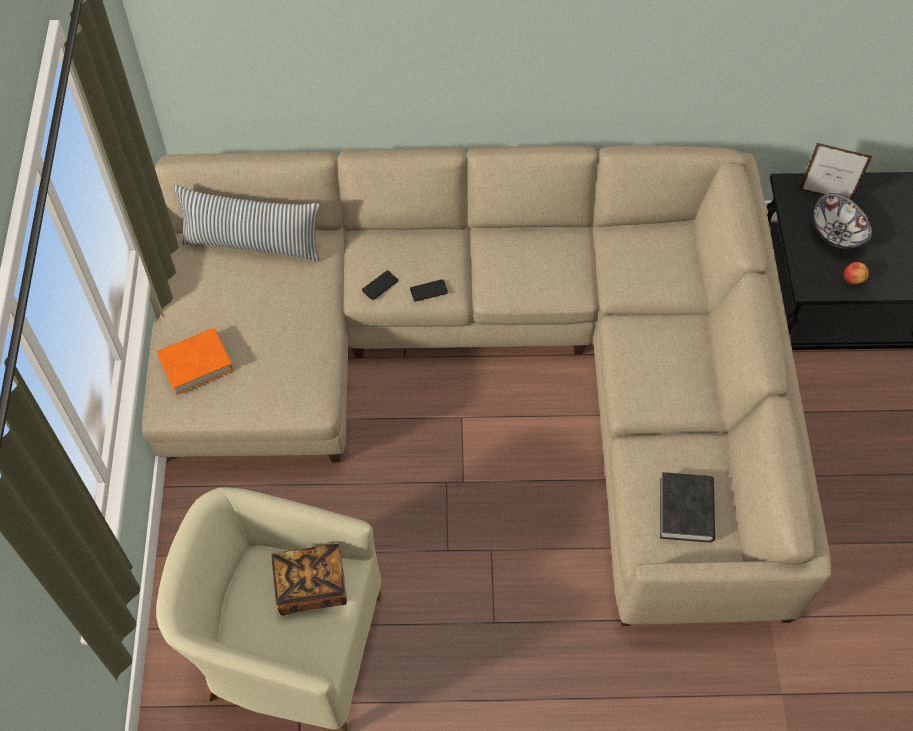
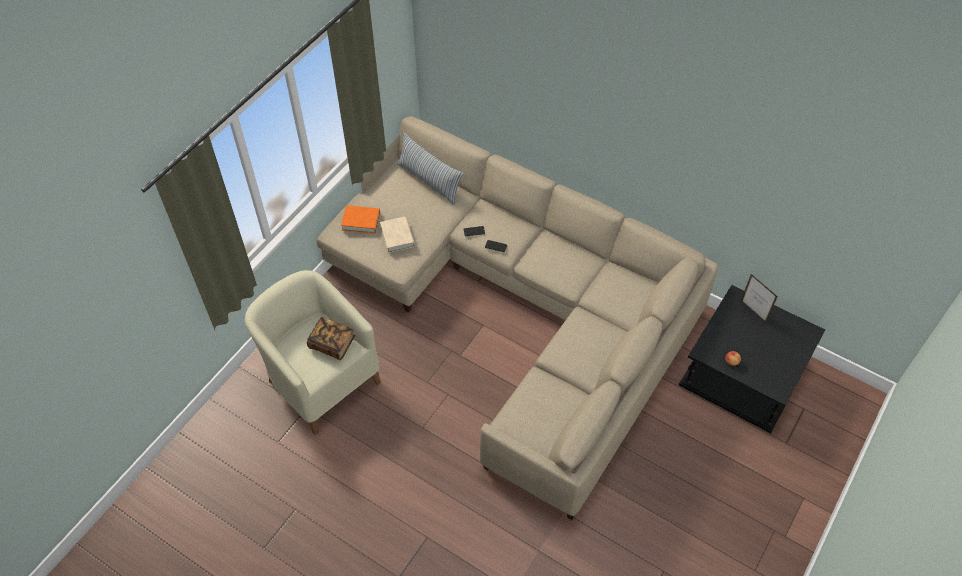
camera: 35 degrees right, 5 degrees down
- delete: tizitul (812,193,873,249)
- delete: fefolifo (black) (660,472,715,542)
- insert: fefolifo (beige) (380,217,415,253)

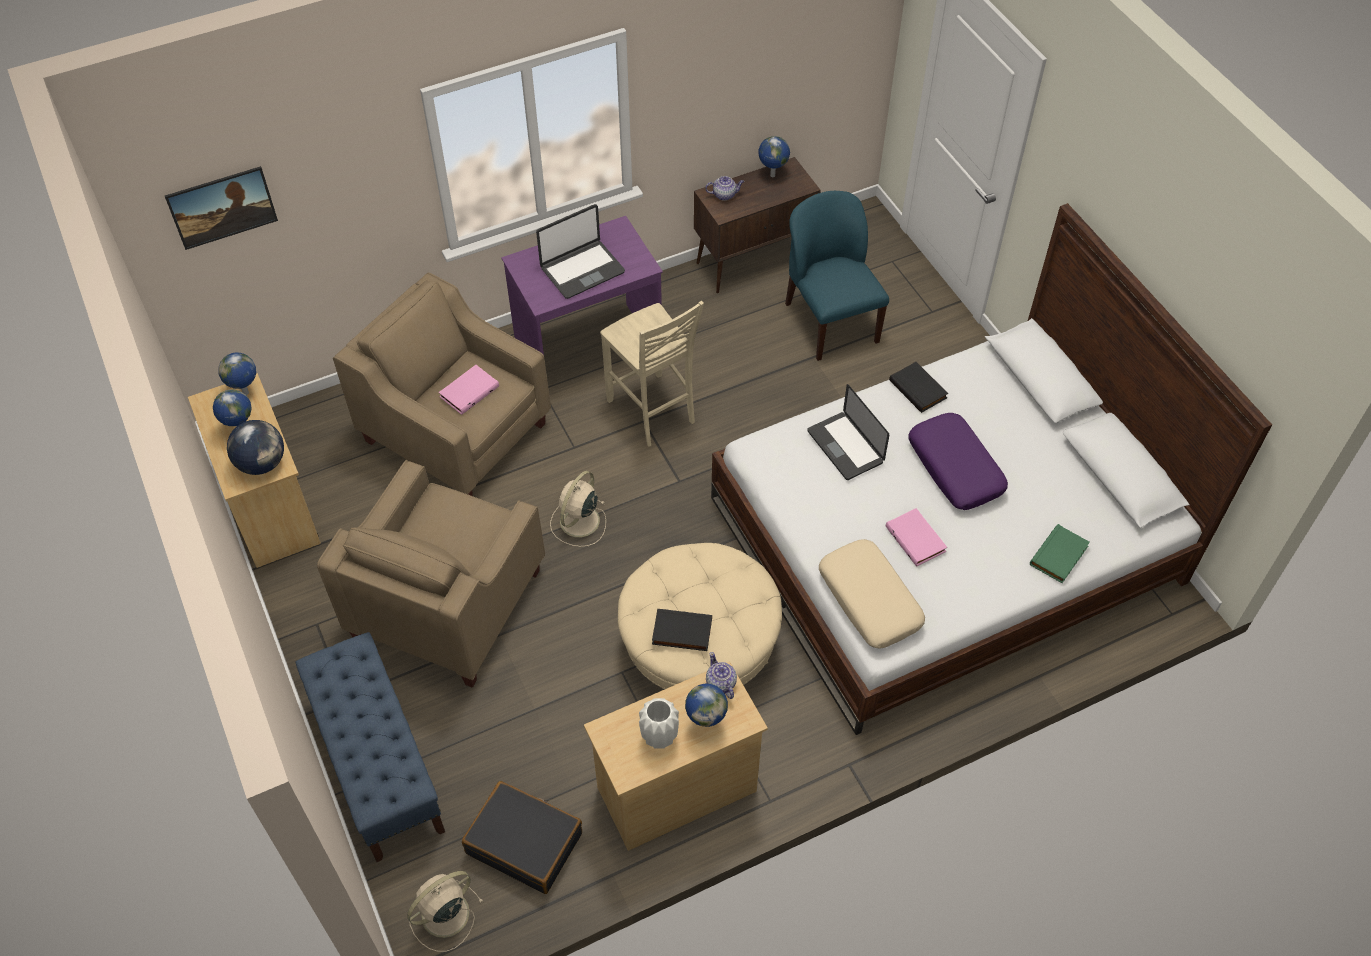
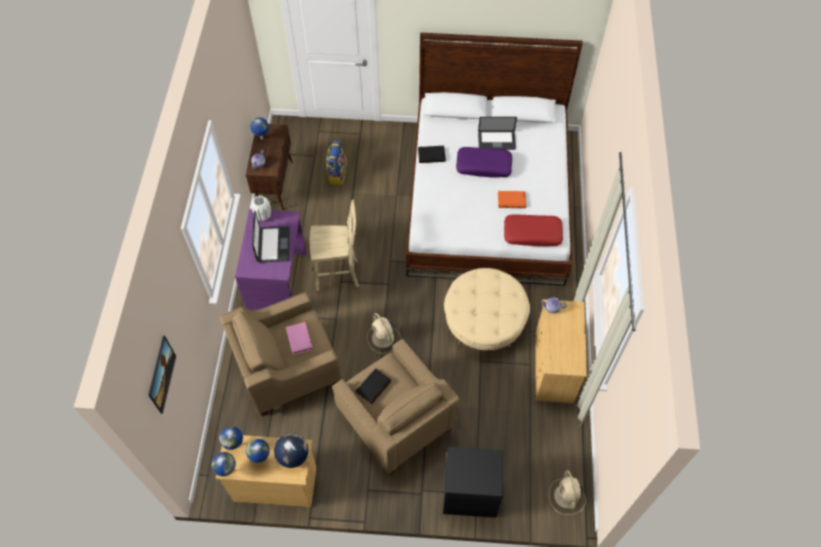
camera: 60 degrees left, 5 degrees up
- replace: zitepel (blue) (785,191,889,361) to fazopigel (326,141,347,185)
- move: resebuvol (808,384,889,480) to (478,117,517,150)
- recolor: fefolifo (pink) (886,508,947,567) to fefolifo (orange) (498,191,526,208)
- delete: fefolifo (green) (1030,524,1090,583)
- recolor: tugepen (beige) (819,539,925,649) to tugepen (red) (504,215,563,246)
- move: fefolifo (black) (652,609,712,651) to (356,368,391,404)
- replace: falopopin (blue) (296,632,445,862) to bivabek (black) (443,447,504,518)
- move: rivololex (685,684,728,727) to (211,452,236,476)
- move: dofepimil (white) (639,698,679,749) to (251,196,271,221)
- delete: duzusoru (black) (462,781,582,894)

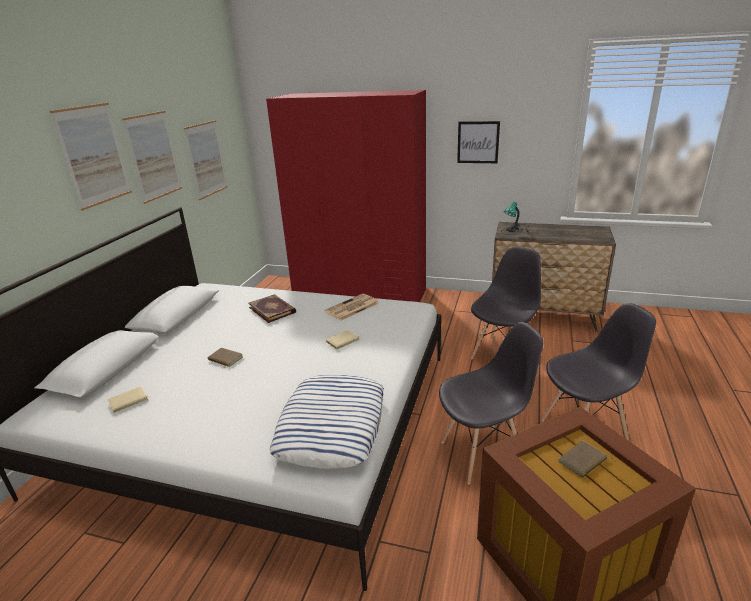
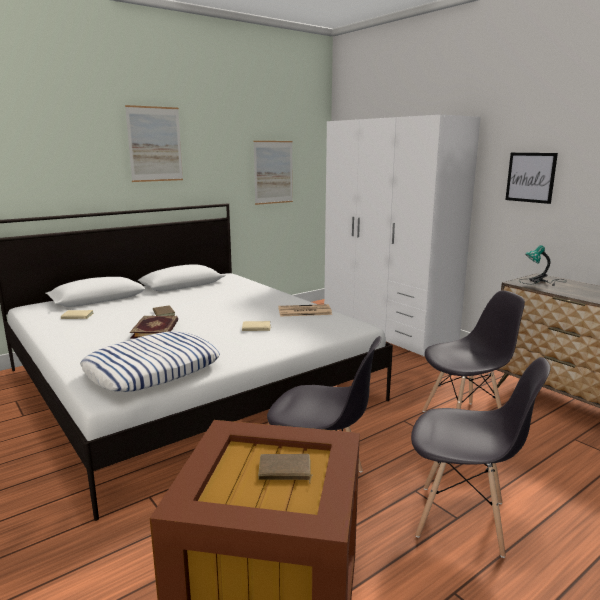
camera: 35 degrees right, 10 degrees down
- recolor: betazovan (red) (266,90,426,302) to betazovan (white) (324,115,481,357)
- delete: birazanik (122,111,182,204)
- move: fefolifo (248,294,296,323) to (130,316,178,339)

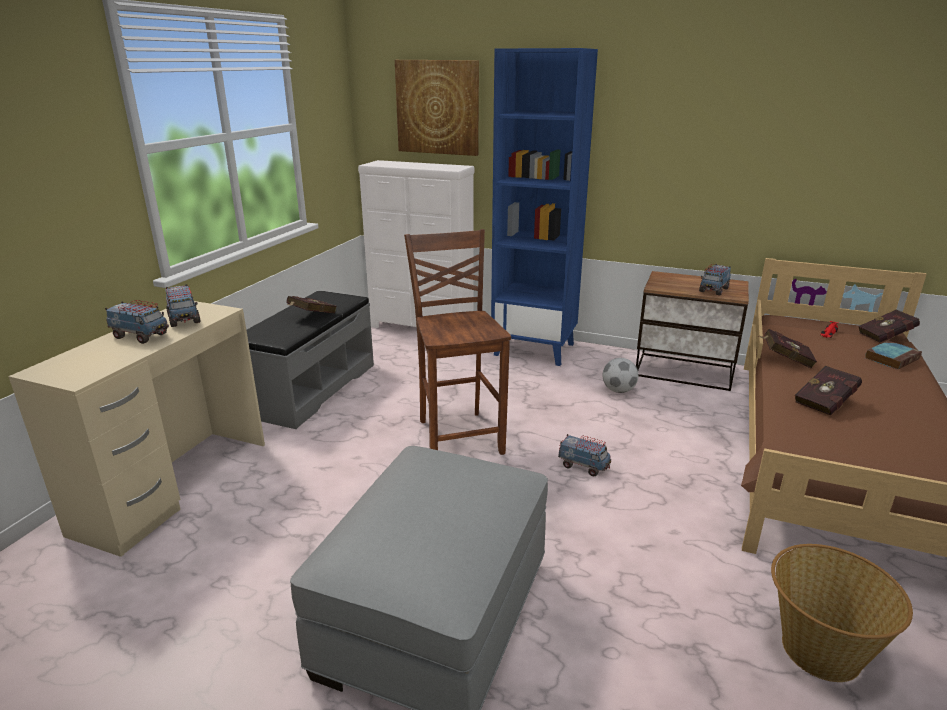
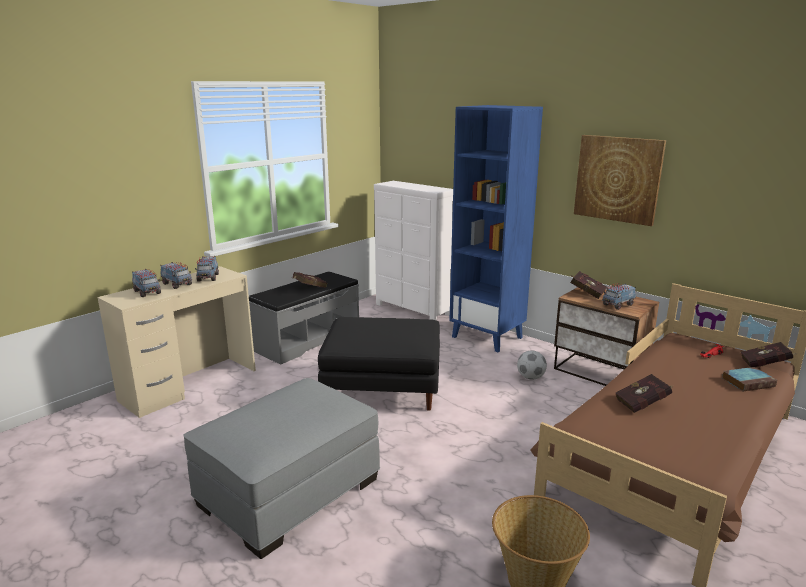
camera: 20 degrees right, 5 degrees down
- move: birazanik (395,60,479,156) to (574,135,666,226)
- replace: zitepel (brown) (404,229,511,455) to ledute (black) (318,317,440,411)
- move: fefolifo (red) (759,329,817,369) to (570,271,607,299)
- move: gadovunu (558,434,611,476) to (132,269,161,297)

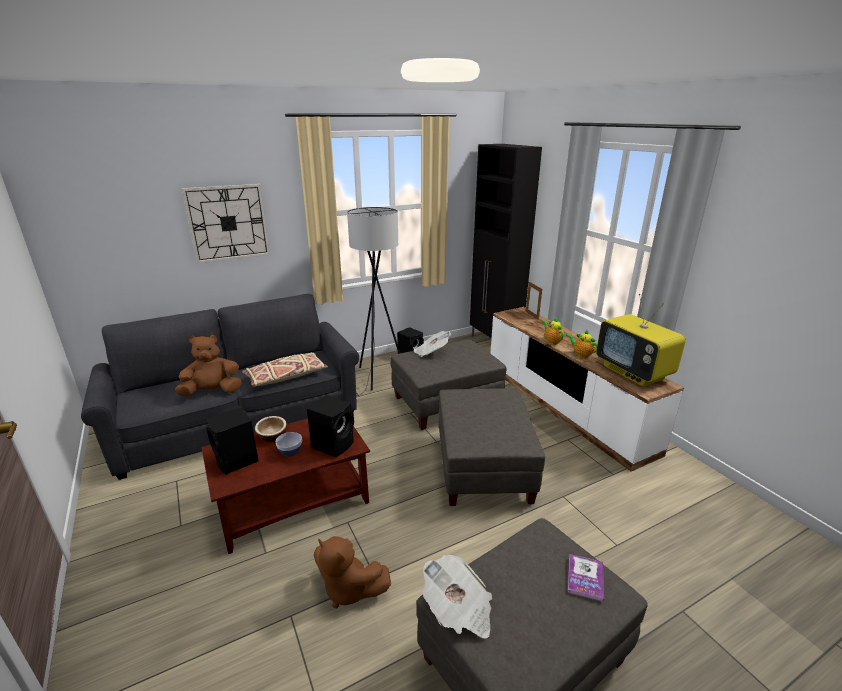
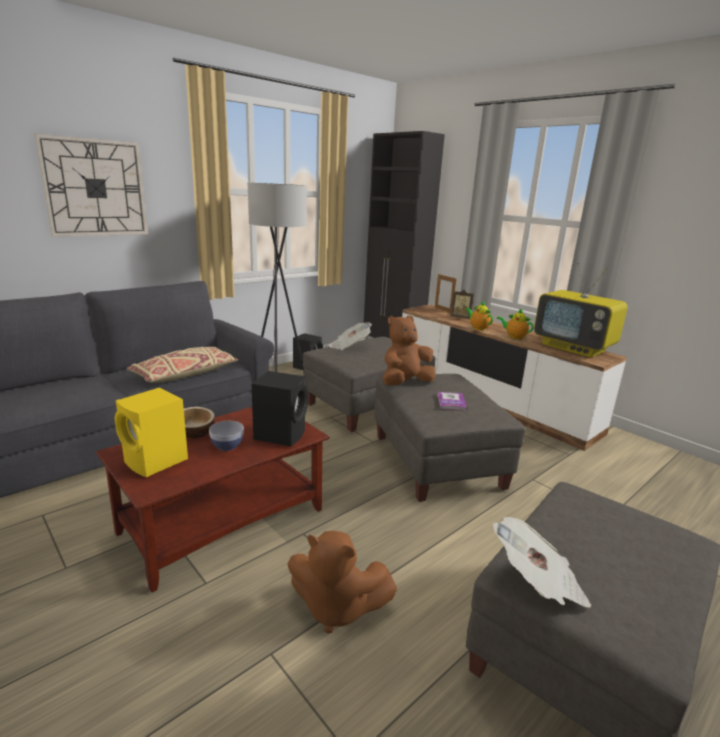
camera: 15 degrees left, 5 degrees down
- move: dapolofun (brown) (175,335,242,396) to (383,315,436,385)
- recolor: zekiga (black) (207,408,259,475) to zekiga (yellow) (115,387,188,477)
- move: fefolifo (568,554,604,602) to (438,392,467,411)
- insert: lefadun (450,290,474,319)

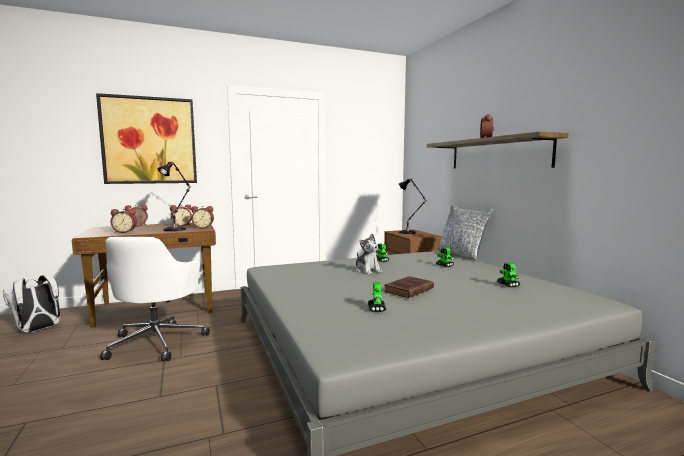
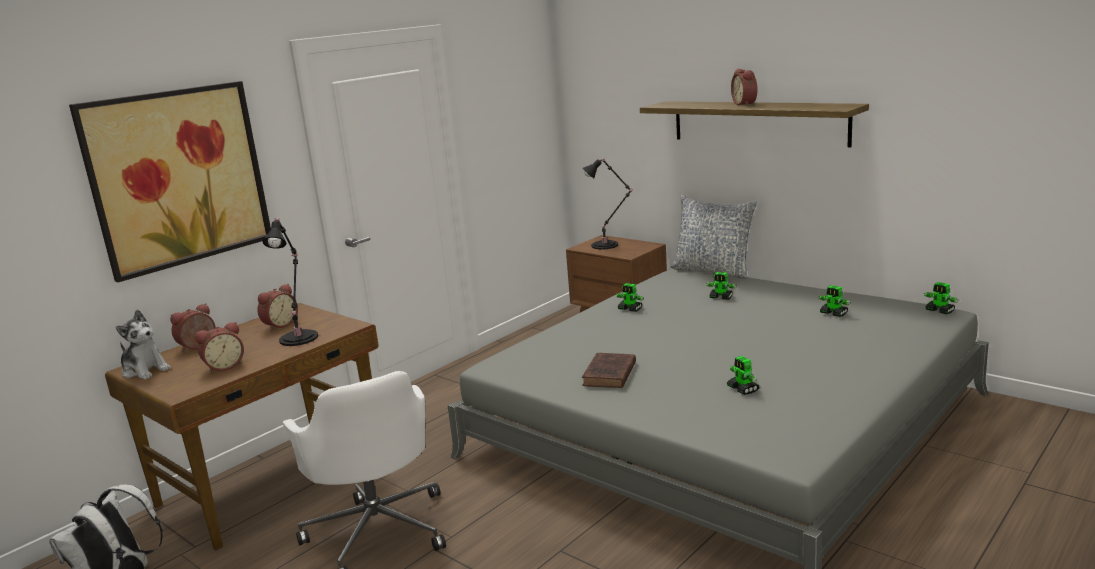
camera: 25 degrees left, 10 degrees up
- delete: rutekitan (191,206,214,228)
- move: dapolofun (355,234,382,275) to (116,310,171,380)
- move: fefolifo (brown) (384,276,434,298) to (582,353,636,388)
- insert: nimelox (924,282,959,314)

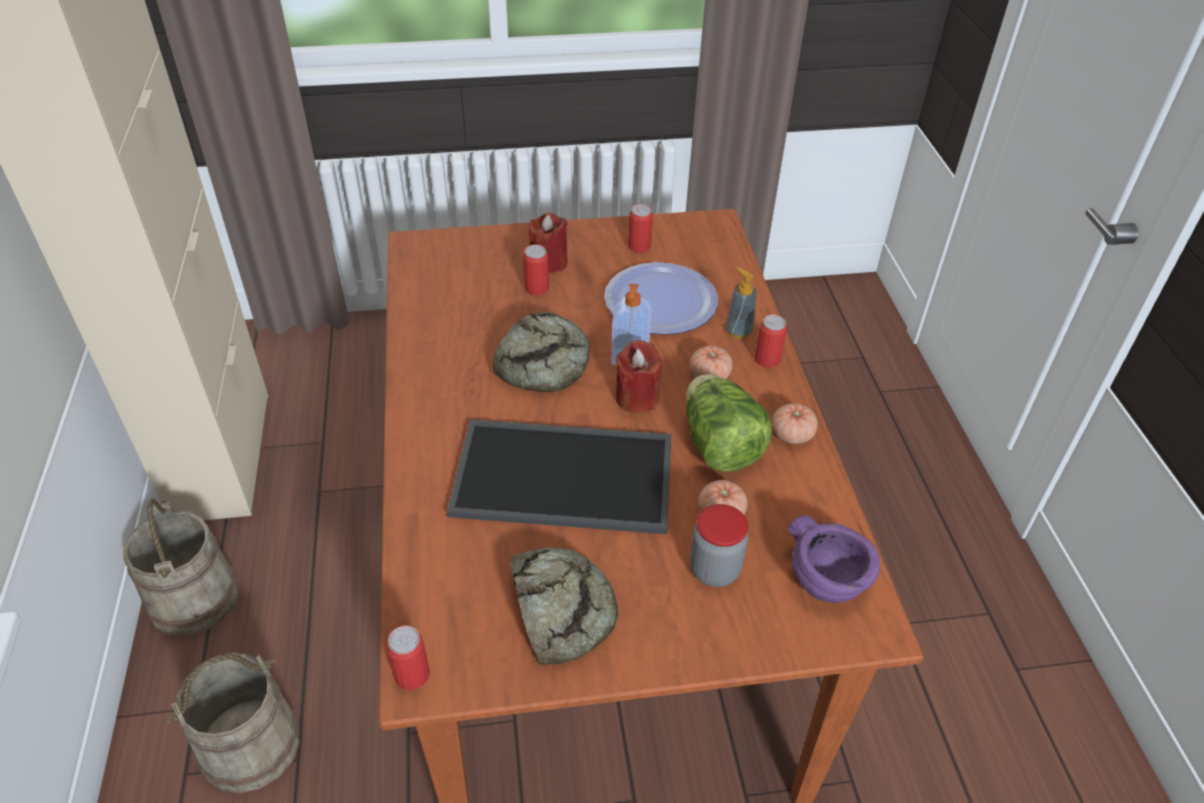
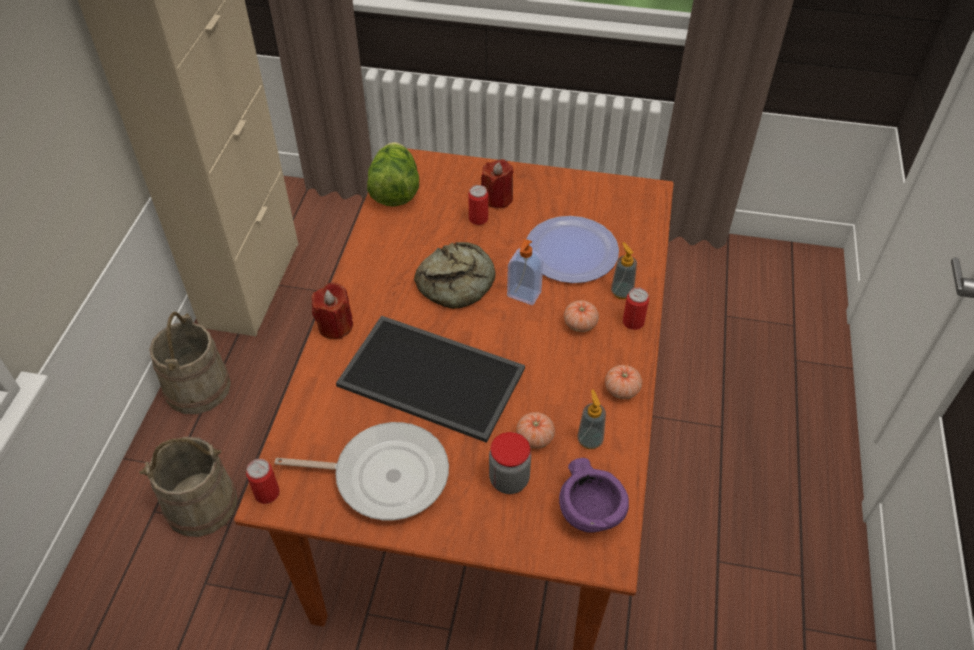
camera: 20 degrees right, 5 degrees up
- delete: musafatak (628,204,653,253)
- move: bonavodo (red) (616,340,662,413) to (311,282,353,339)
- move: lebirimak (686,374,773,472) to (367,142,419,207)
- replace: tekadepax (510,547,618,665) to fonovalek (275,422,449,520)
- insert: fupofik (577,390,606,449)

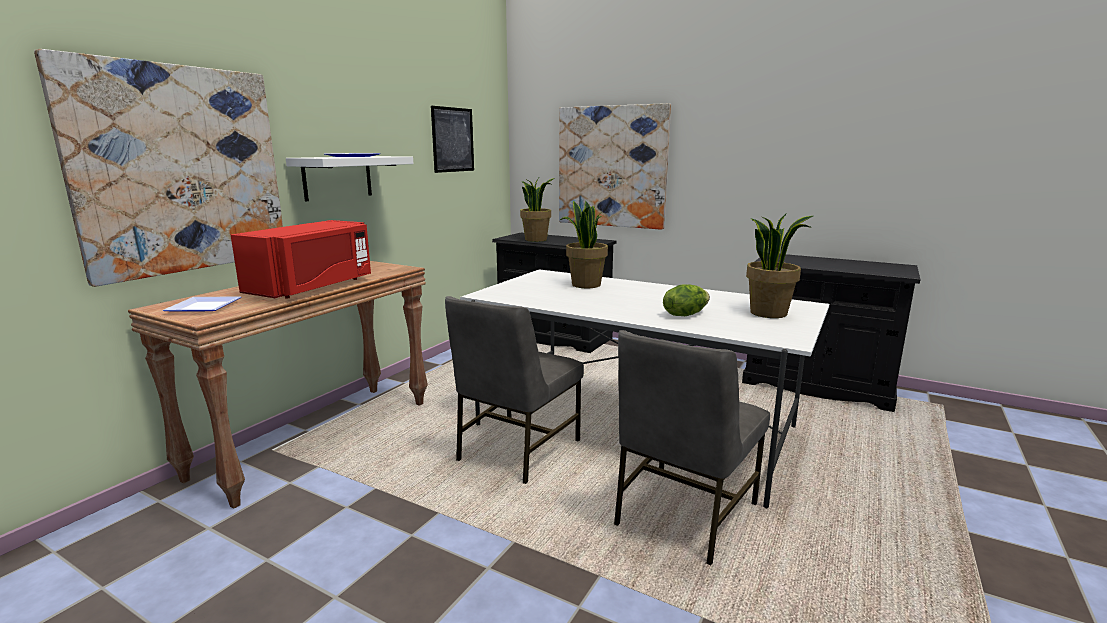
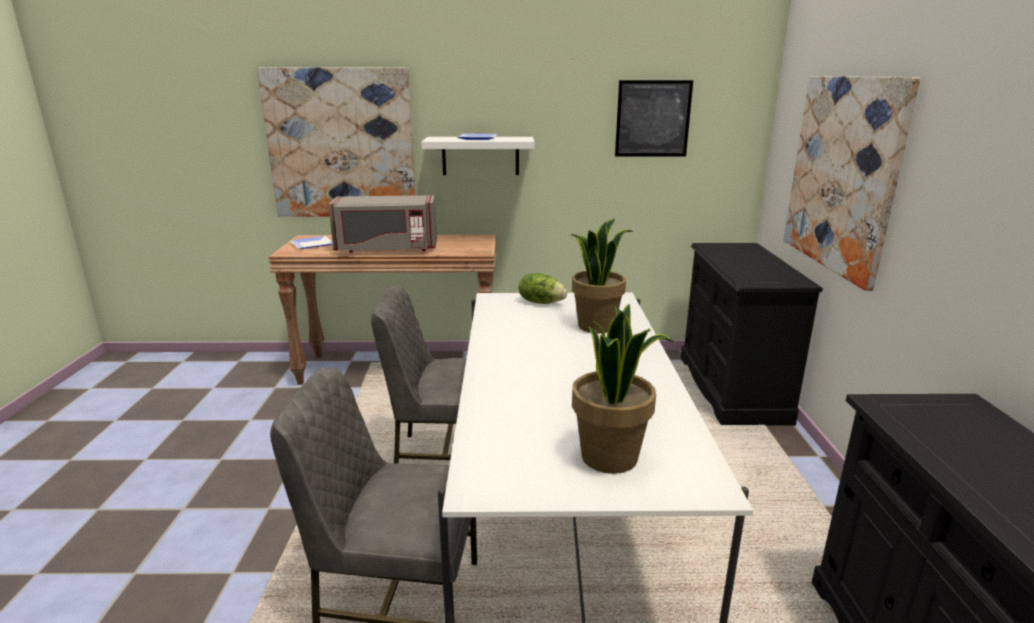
camera: 60 degrees right, 5 degrees up
- delete: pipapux (520,178,555,242)
- recolor: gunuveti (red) (231,220,371,299) to gunuveti (grey) (328,195,437,253)
- move: lebirimak (663,284,710,316) to (519,273,567,304)

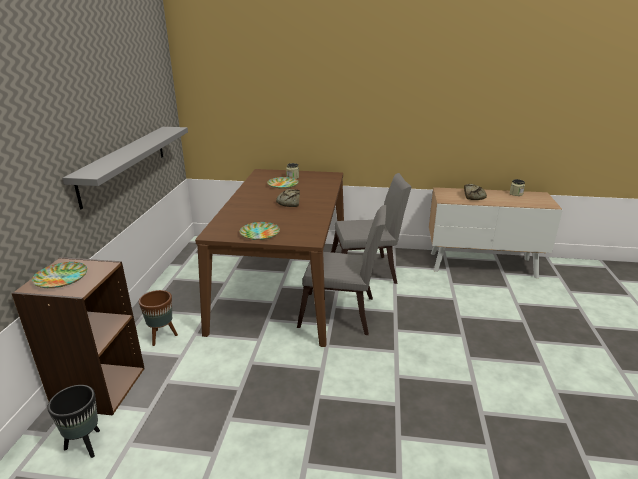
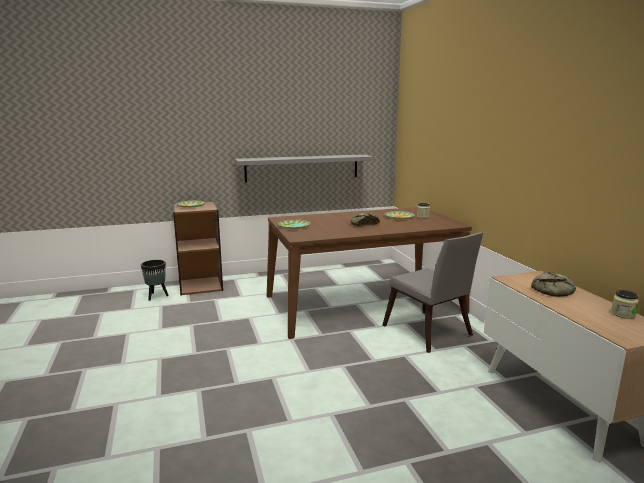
camera: 65 degrees right, 10 degrees down
- delete: zitepel (grey) (297,205,387,335)
- delete: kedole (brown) (139,290,178,346)

